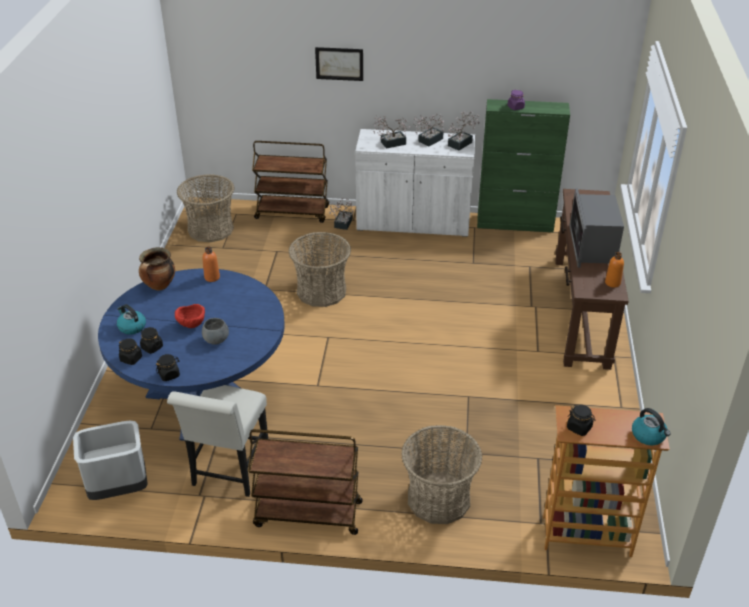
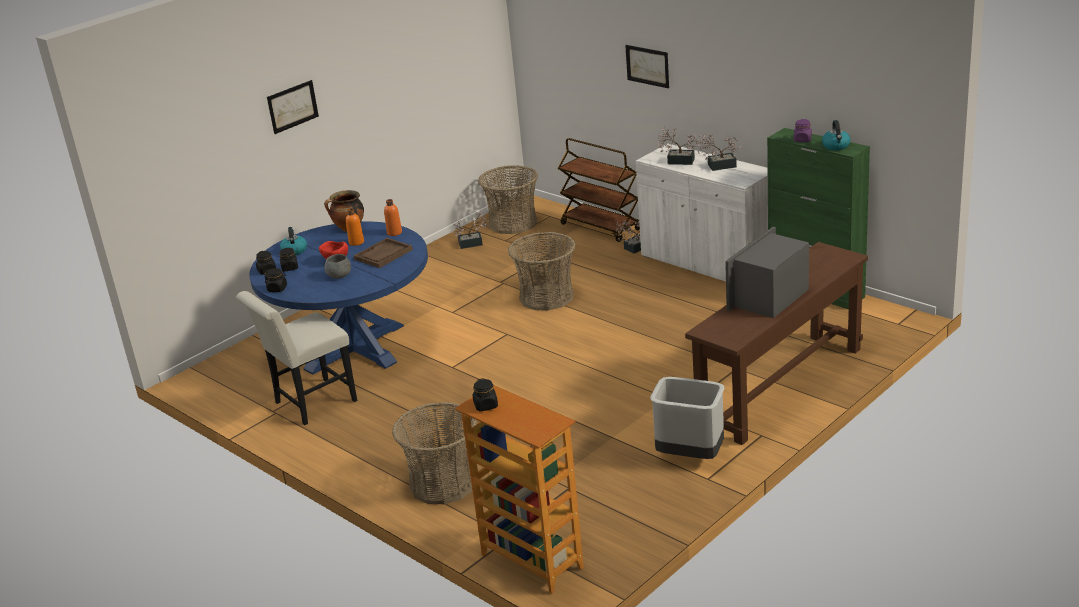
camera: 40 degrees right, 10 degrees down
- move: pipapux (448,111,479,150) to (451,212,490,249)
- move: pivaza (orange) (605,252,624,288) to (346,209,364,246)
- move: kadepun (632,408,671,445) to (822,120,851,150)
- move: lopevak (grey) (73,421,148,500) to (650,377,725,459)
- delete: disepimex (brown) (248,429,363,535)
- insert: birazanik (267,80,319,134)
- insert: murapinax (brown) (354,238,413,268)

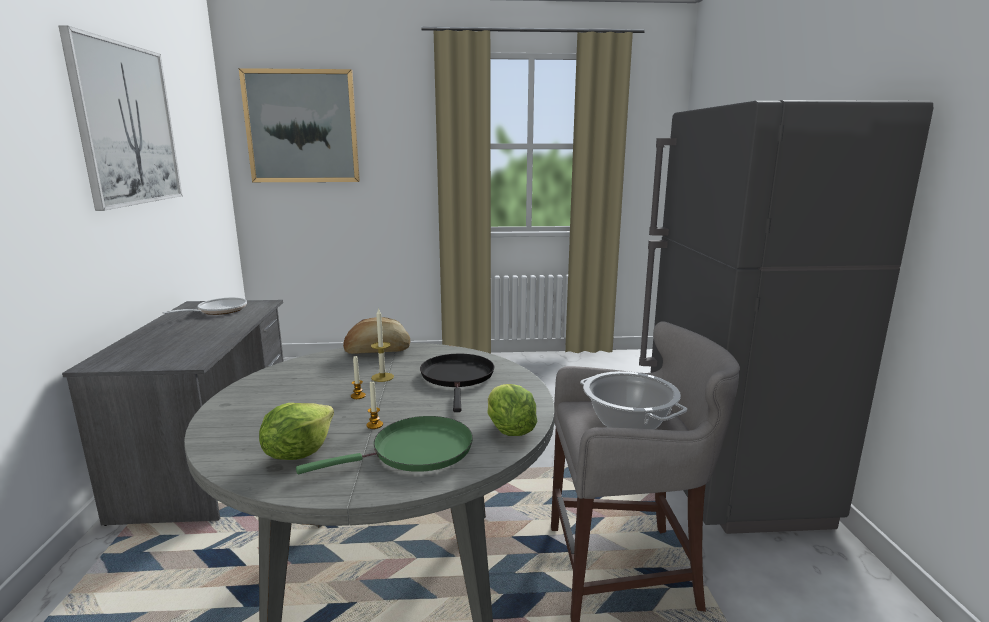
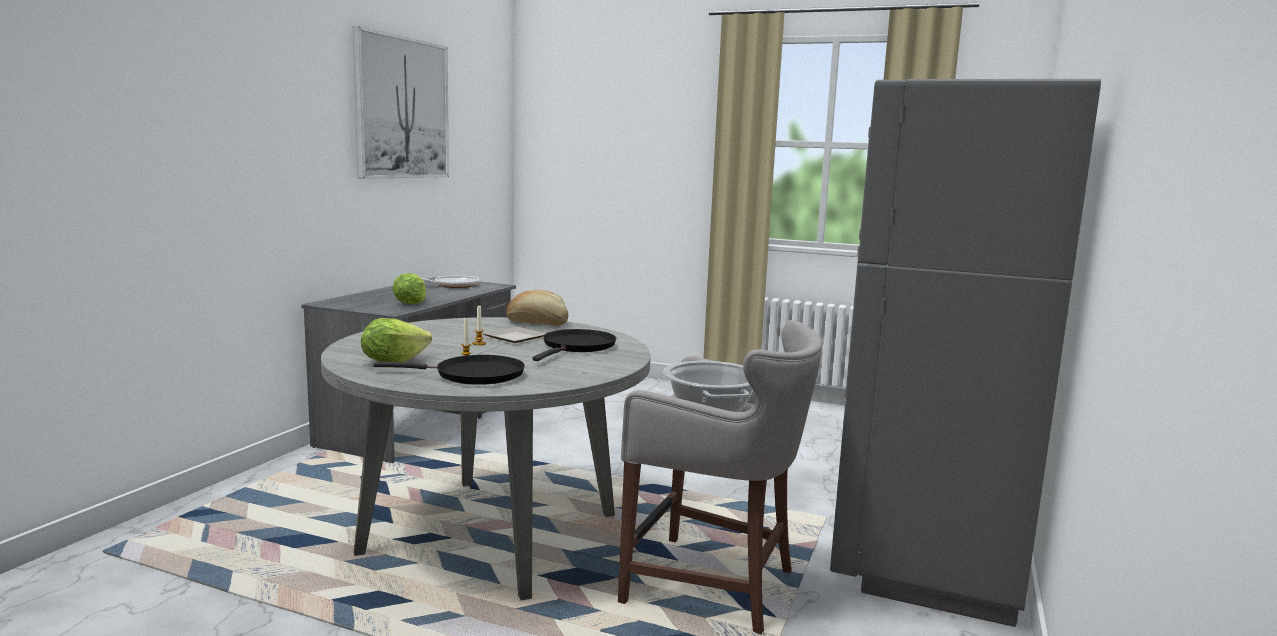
camera: 25 degrees right, 5 degrees down
- delete: birazanik (239,68,360,182)
- replace: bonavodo (371,308,394,382) to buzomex (483,327,546,343)
- move: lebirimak (487,384,538,436) to (392,273,426,304)
- recolor: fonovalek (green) (296,416,473,474) to fonovalek (black) (374,355,525,385)

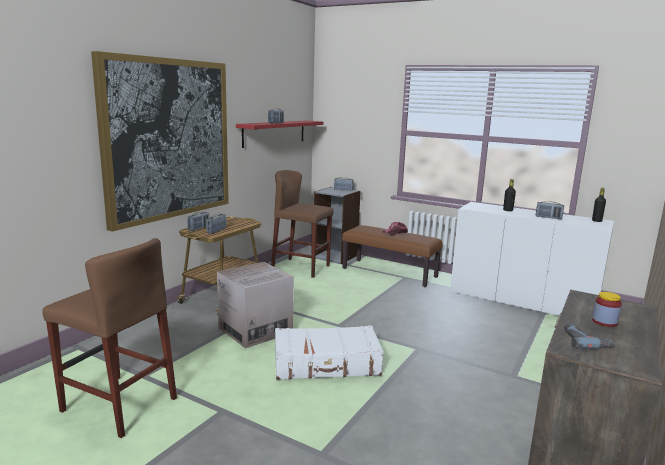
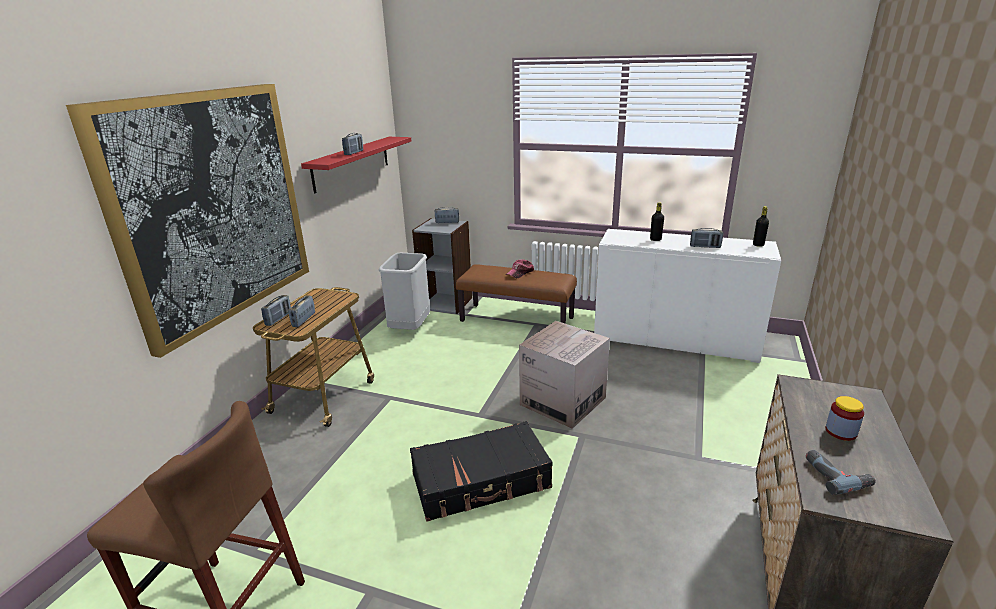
camera: 10 degrees left, 10 degrees up
- replace: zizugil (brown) (271,170,334,278) to lopevak (grey) (379,253,430,330)
- move: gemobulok (217,262,294,349) to (519,321,610,429)
- recolor: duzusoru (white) (275,325,384,380) to duzusoru (black) (410,421,553,522)

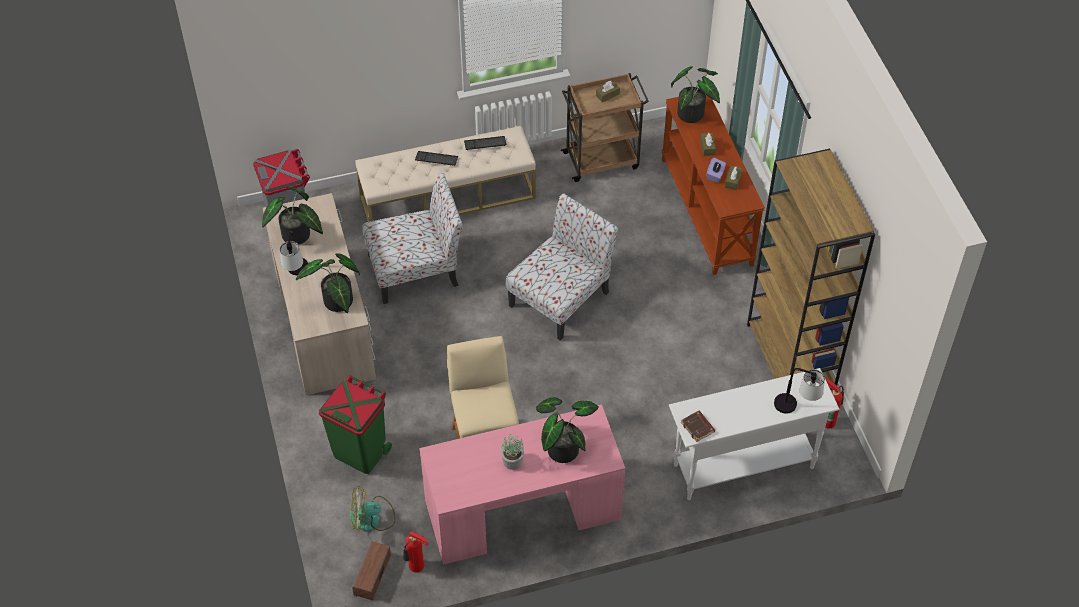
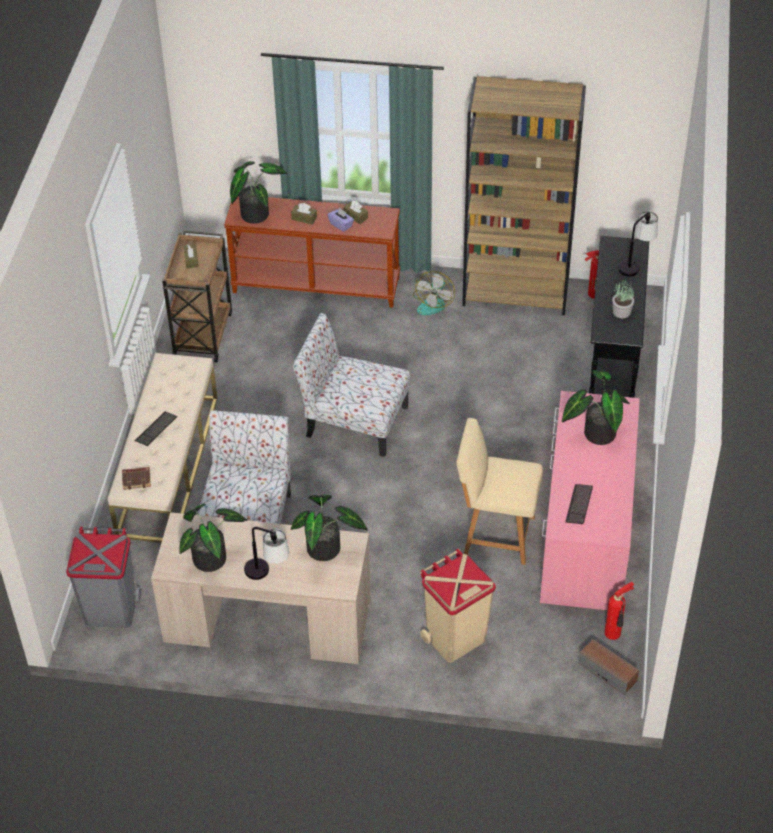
camera: 65 degrees left, 5 degrees down
- move: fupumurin (464,136,506,150) to (565,484,593,524)
- rotate: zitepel (506,193,618,340) = (293,313,410,457) 45 degrees counterclockwise
- recolor: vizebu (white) (669,368,840,500) to vizebu (black) (589,236,649,398)
- recolor: lopevak (green) (319,375,392,474) to lopevak (beige) (420,549,496,662)
- move: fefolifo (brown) (681,411,715,442) to (122,467,151,490)
- move: pipapux (501,433,524,470) to (612,280,634,318)
- move: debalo (349,487,396,532) to (413,271,455,315)

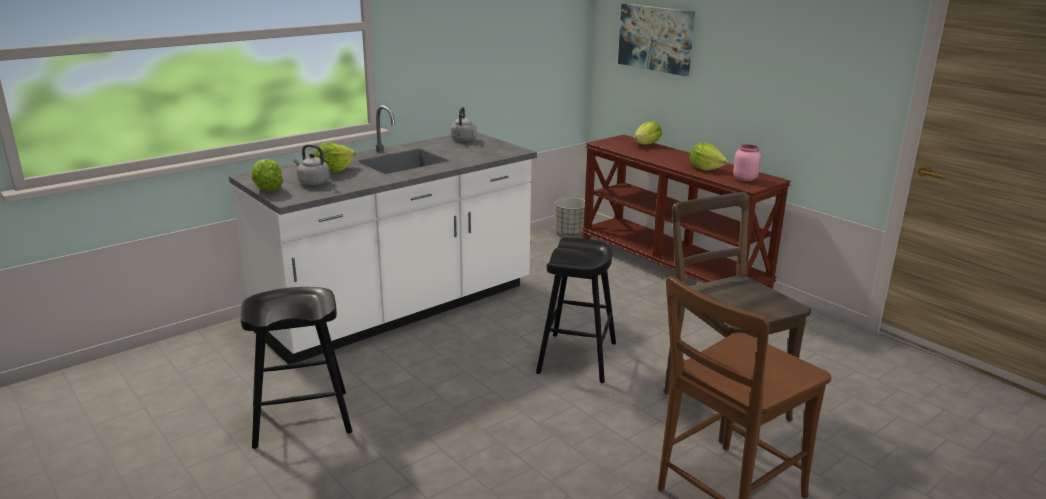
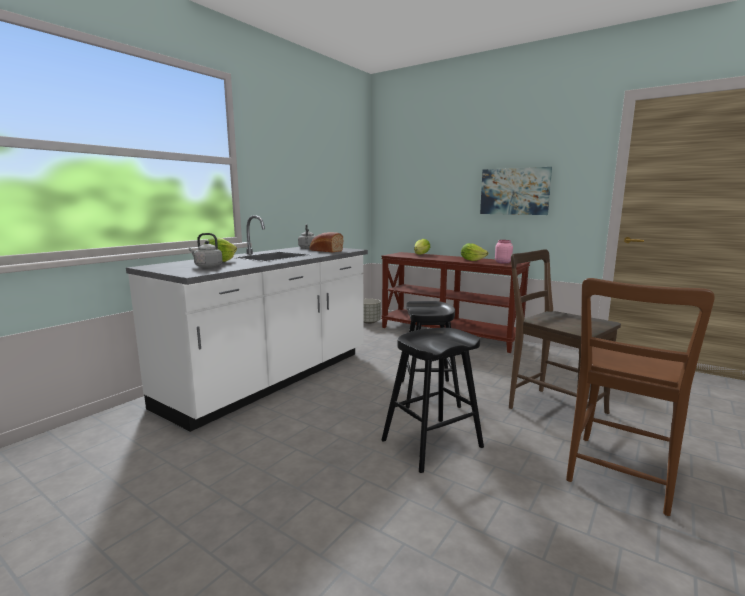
camera: 15 degrees left, 10 degrees down
- move: birazanik (618,3,695,76) to (480,167,552,215)
- delete: lebirimak (251,159,284,191)
- move: zizugil (black) (240,287,353,449) to (382,328,484,473)
- insert: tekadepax (310,232,344,252)

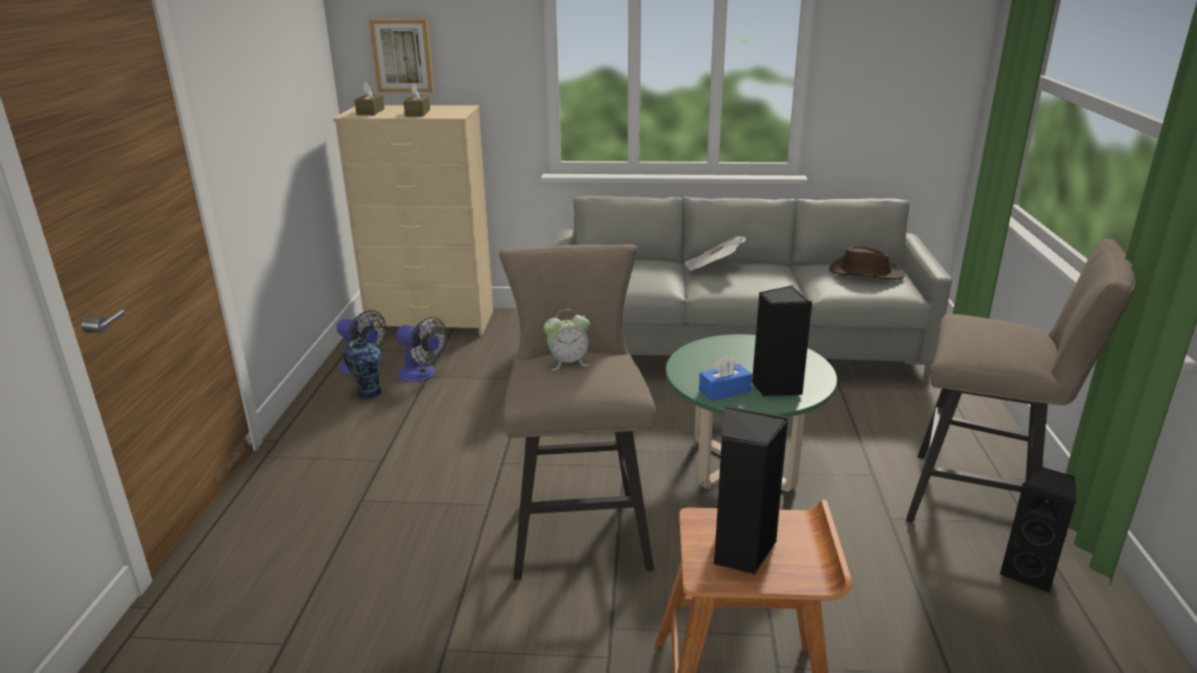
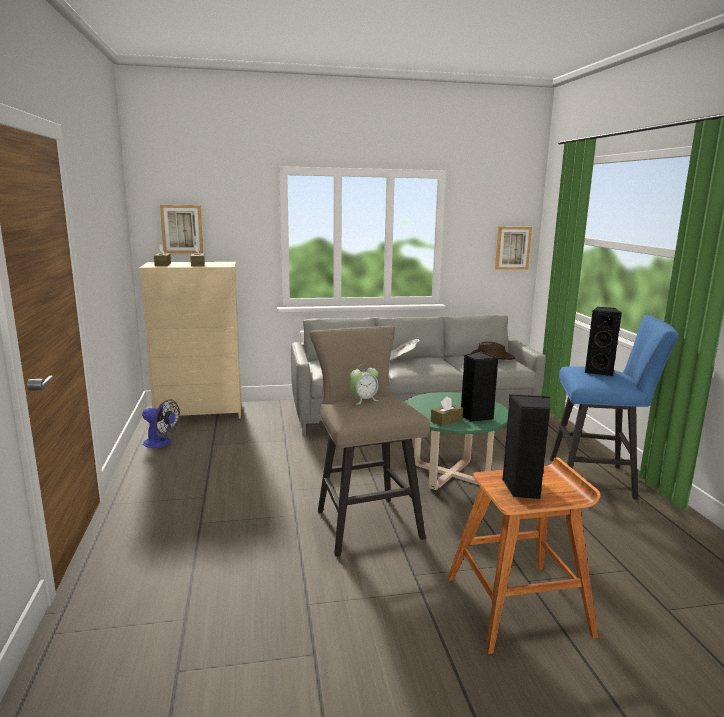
camera: 15 degrees left, 10 degrees down
- recolor: zizugil (beige) (906,239,1136,523) to zizugil (blue) (550,315,679,499)
- delete: debalo (396,317,447,382)
- delete: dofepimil (343,338,382,399)
- recolor: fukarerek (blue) (699,355,752,401) to fukarerek (brown) (431,396,463,426)
- move: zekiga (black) (999,466,1077,593) to (584,307,622,376)
- insert: birazanik (495,227,532,270)

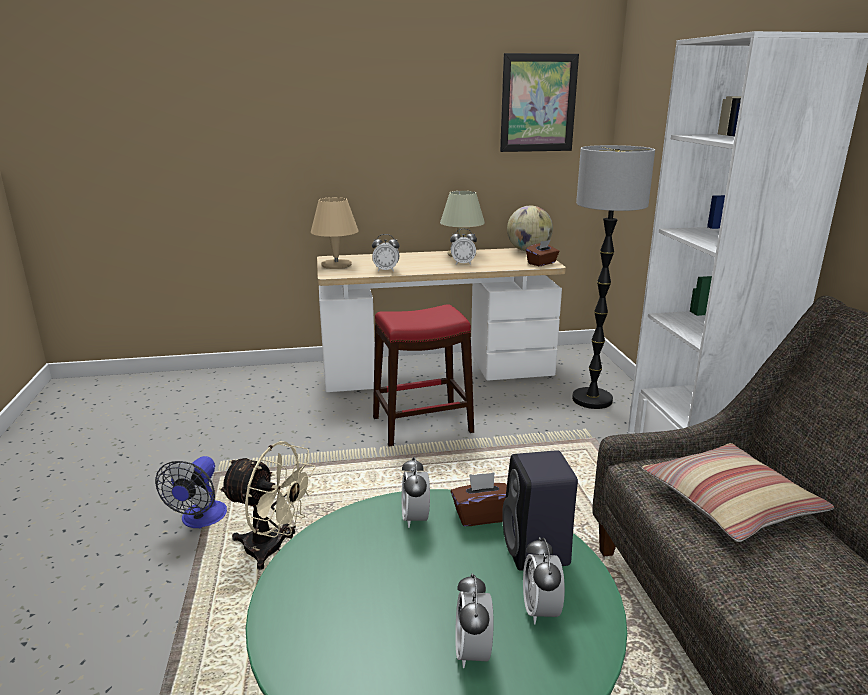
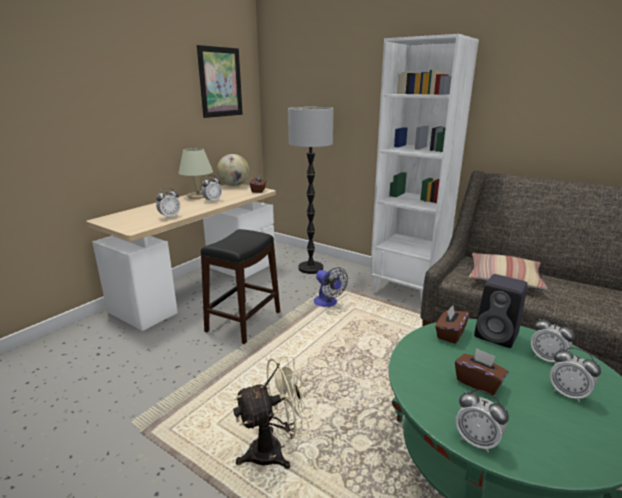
camera: 45 degrees left, 0 degrees up
- delete: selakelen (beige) (311,197,359,269)
- recolor: zizugil (red) (373,304,474,447) to zizugil (black) (201,229,280,344)
- move: debalo (155,456,227,528) to (314,267,348,307)
- move: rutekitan (402,456,430,528) to (456,389,509,453)
- insert: fukarerek (brown) (455,348,508,395)

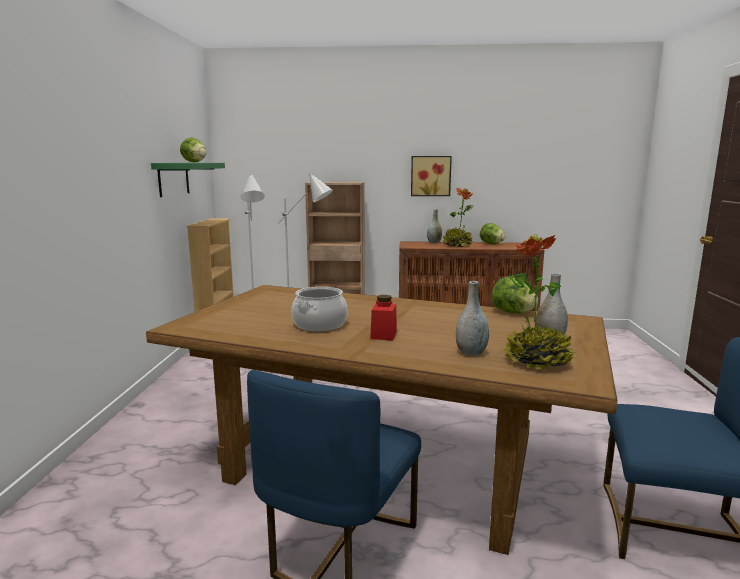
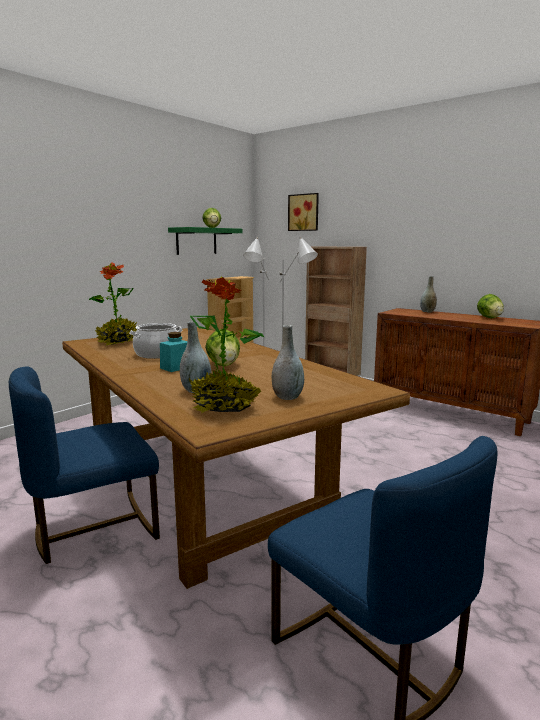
camera: 35 degrees right, 0 degrees up
- move: birazanik (411,156,452,196) to (288,193,319,231)
- move: pipapux (443,188,474,247) to (89,262,137,345)
- move: lebirimak (492,277,538,314) to (205,329,240,366)
- recolor: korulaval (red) (371,295,397,340) to korulaval (turquoise) (160,332,187,372)

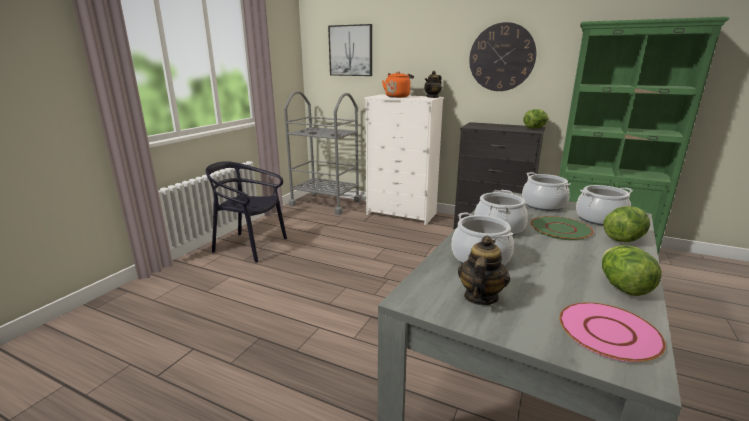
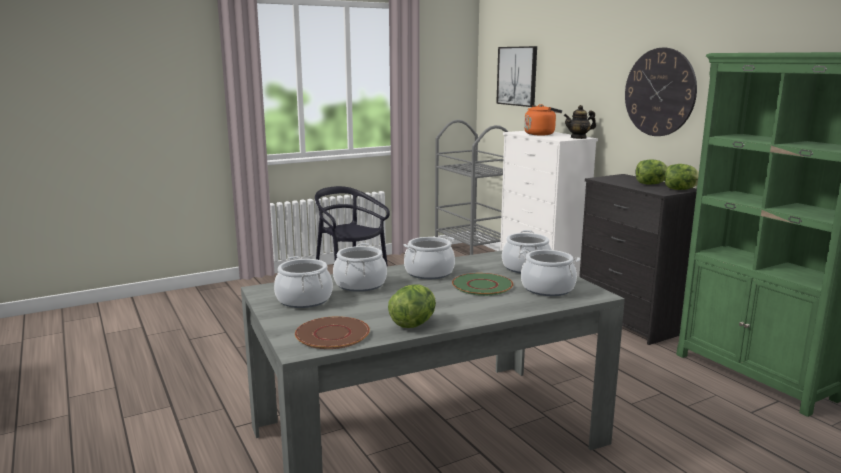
camera: 35 degrees right, 5 degrees down
- move: lebirimak (603,206,650,242) to (636,159,669,184)
- replace: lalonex (458,236,510,305) to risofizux (274,256,333,308)
- recolor: buzomex (pink) (560,302,666,362) to buzomex (brown) (295,316,370,349)

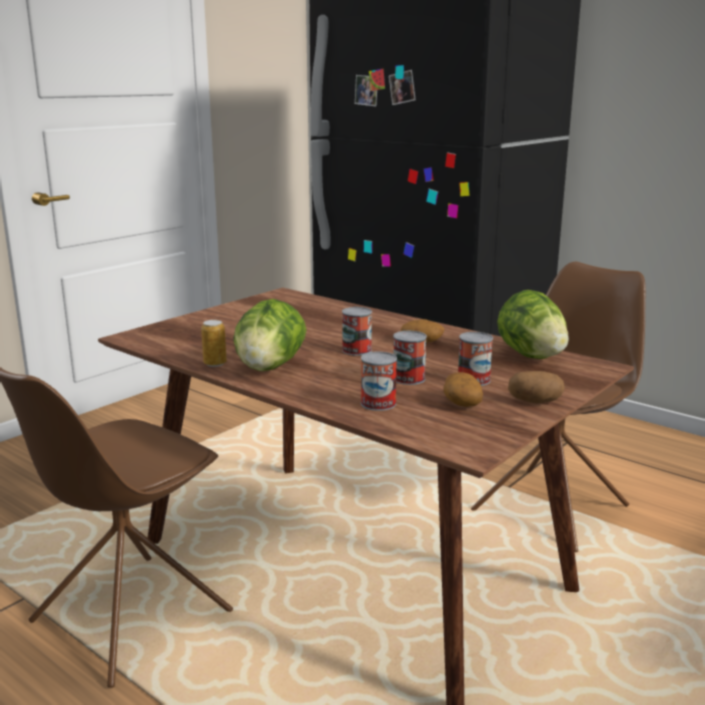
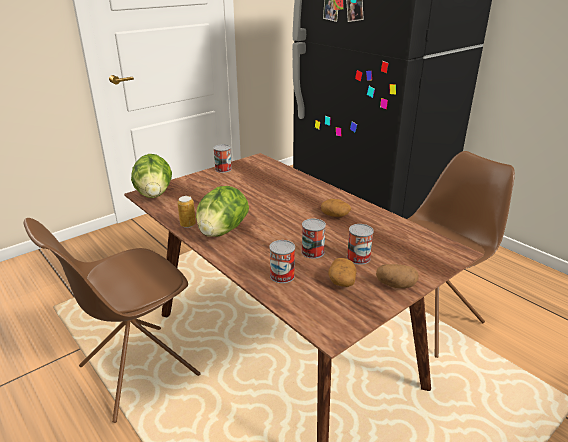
camera: 10 degrees right, 10 degrees up
- move: lebirimak (497,290,569,359) to (131,154,172,198)
- move: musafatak (342,307,372,356) to (213,144,232,173)

